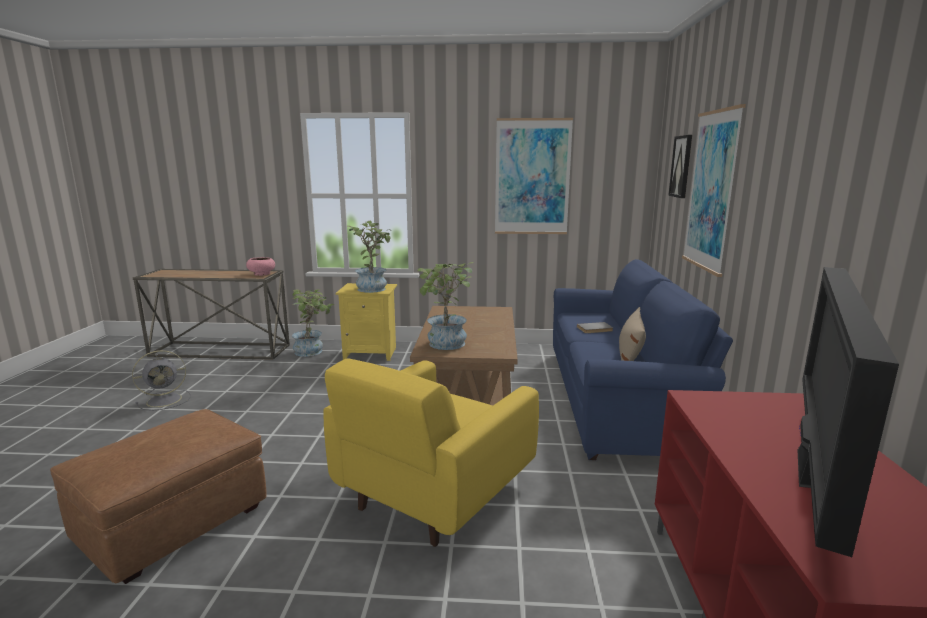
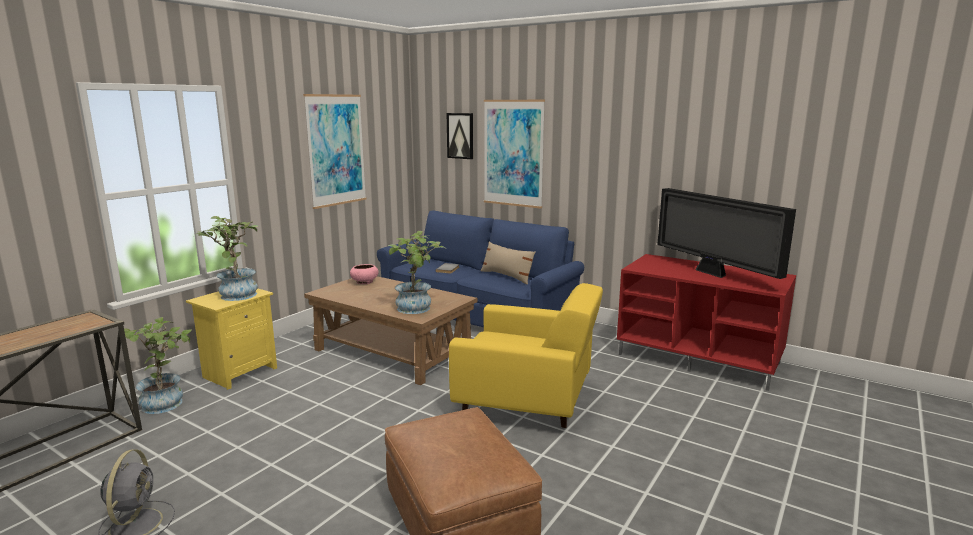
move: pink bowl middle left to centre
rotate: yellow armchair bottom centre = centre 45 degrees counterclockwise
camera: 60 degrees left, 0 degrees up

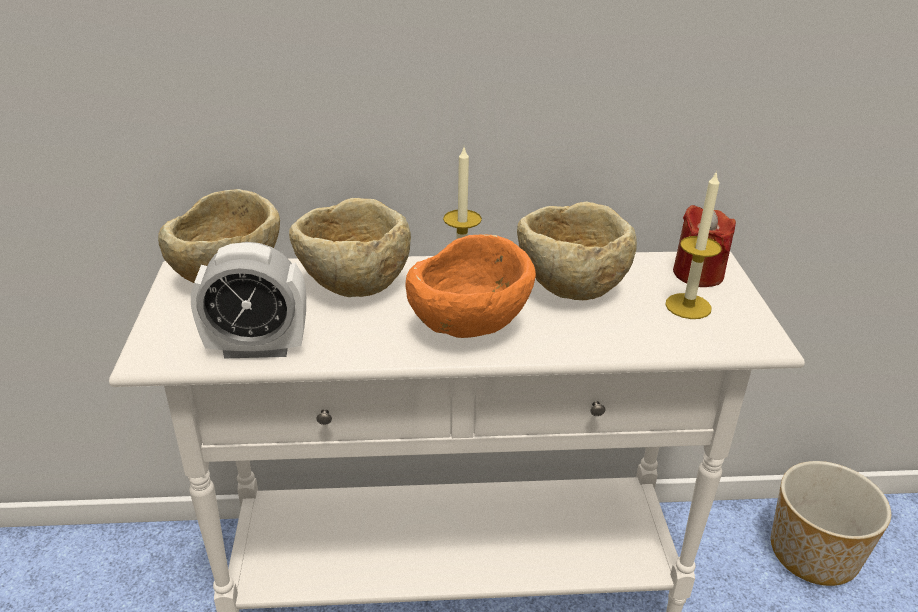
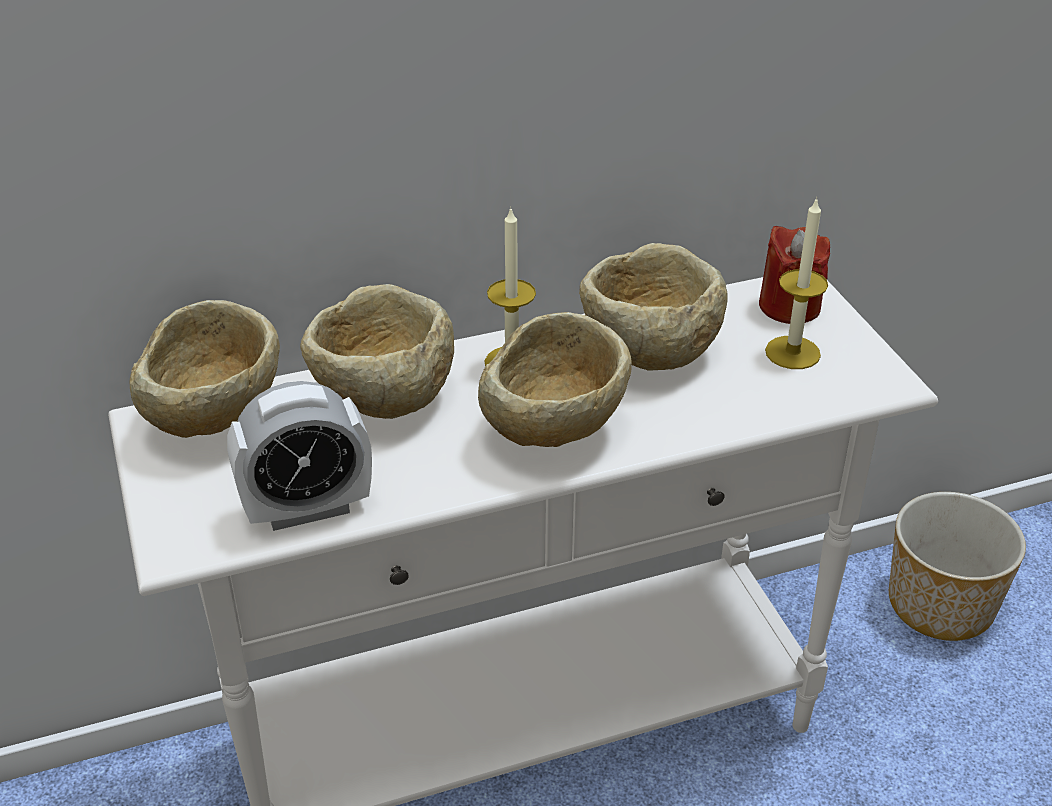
recolor: orange bowl centre to beige bowl (3rd from left) centre
camera: 15 degrees left, 5 degrees up

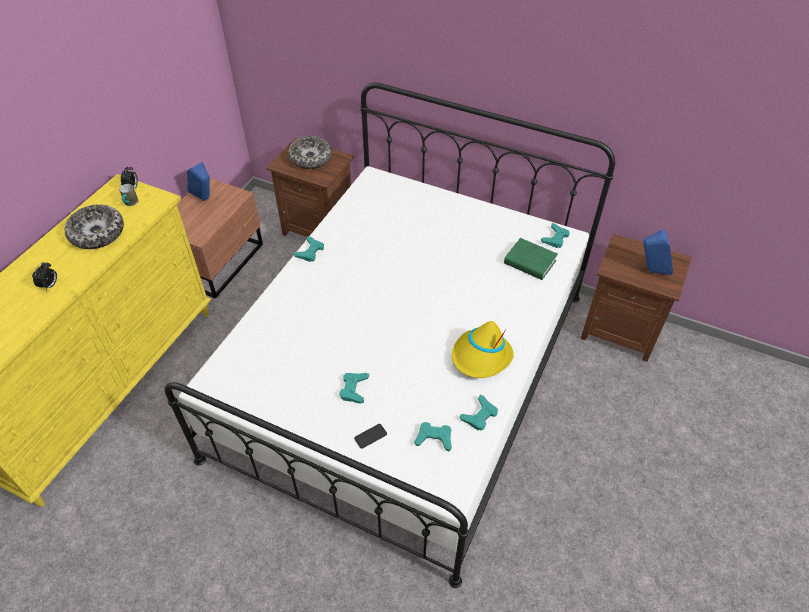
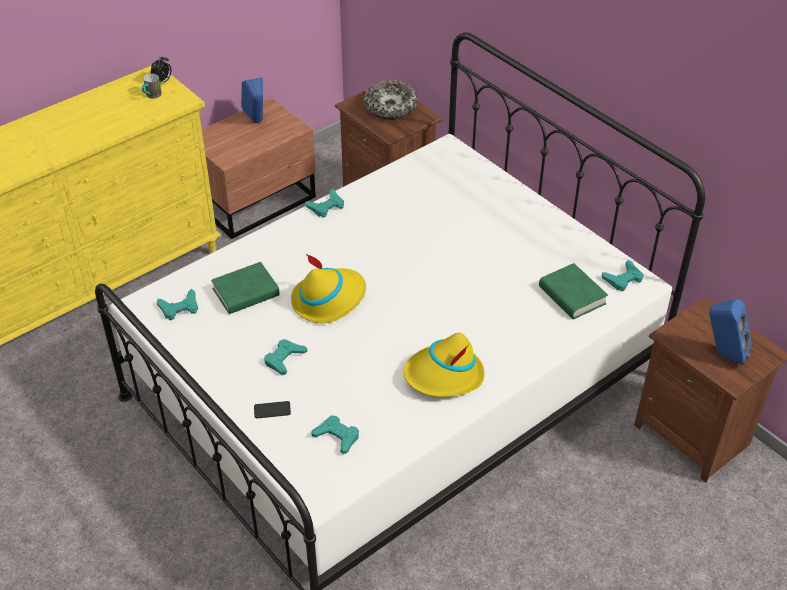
delete: alarm clock (1st from left) middle left; bowl (1st from left) middle left
insert: green book (1st from left) middle left; yellow hat (1st from left) centre
move: turquoise game controller (4th from left in the first image) bottom centre to turquoise game controller (1st from left) middle left
camera: 25 degrees right, 5 degrees down

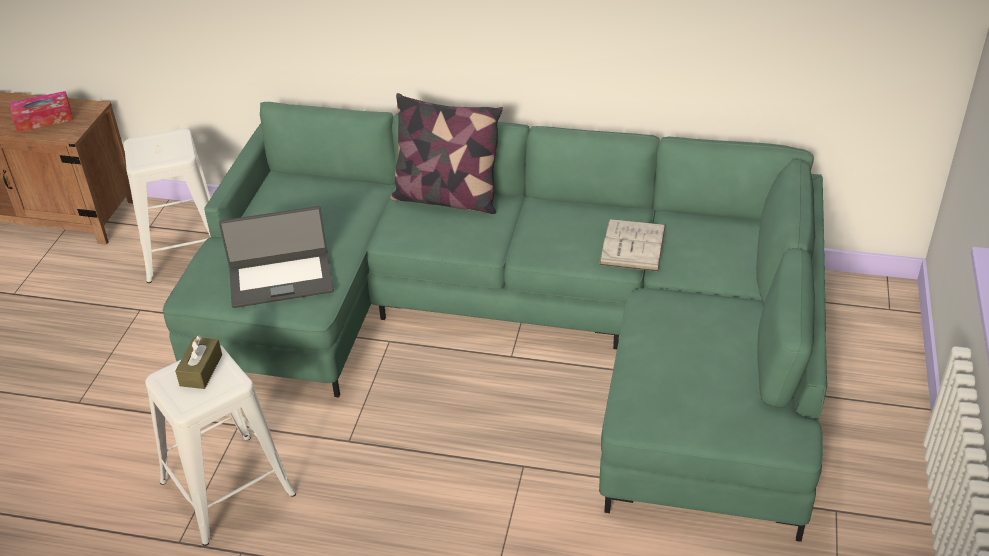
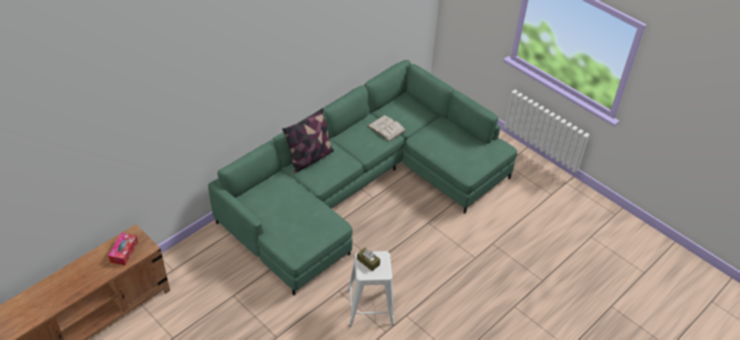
delete: white stool (1st from left) middle left; laptop middle left
camera: 60 degrees left, 5 degrees up

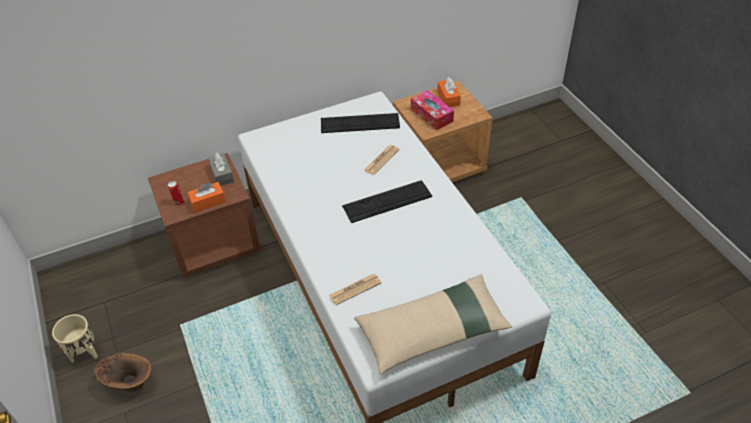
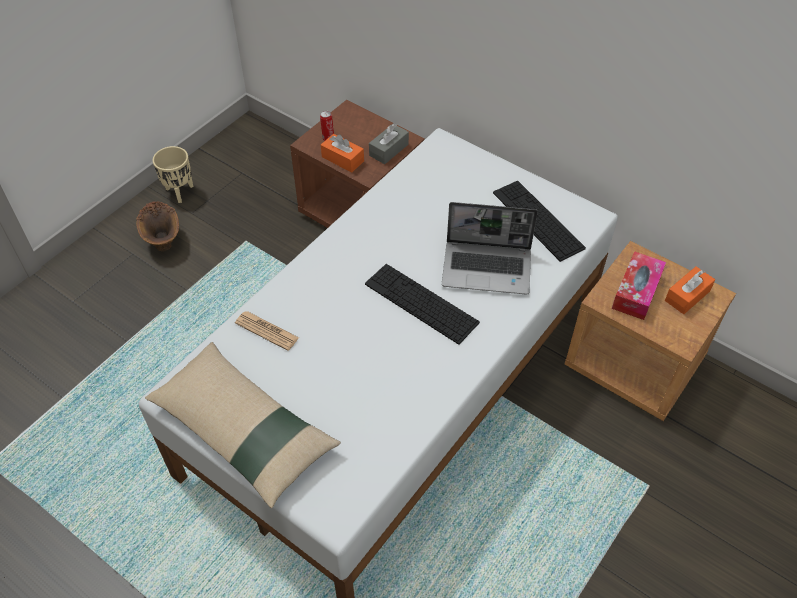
replace: newspaper (2nd from left) centre to laptop centre
camera: 60 degrees right, 5 degrees up

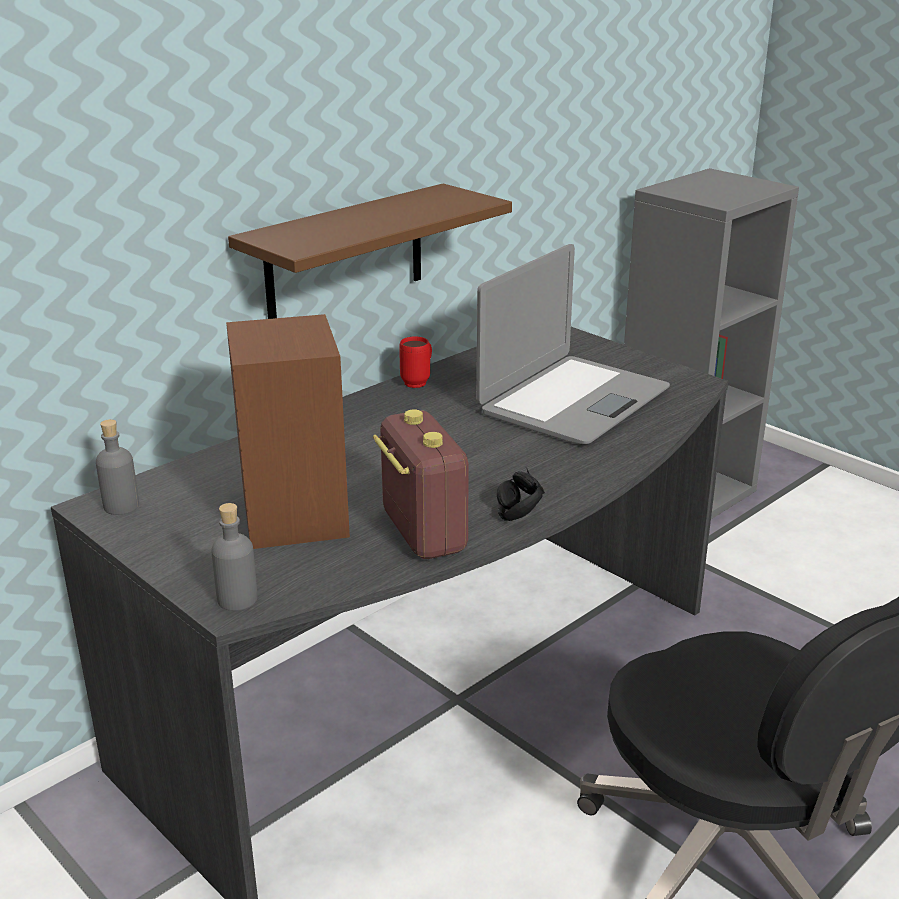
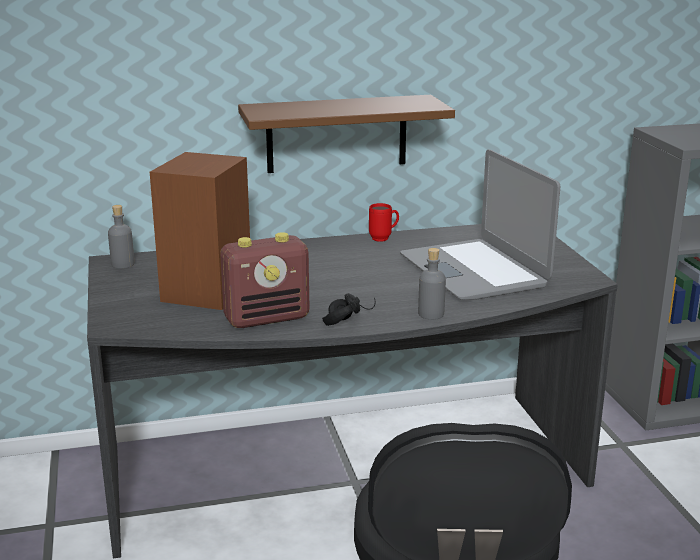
move: grey bottle (2nd from left) middle left to centre
rotate: radio centre = centre 60 degrees clockwise; laptop centre = middle right 90 degrees clockwise
camera: 30 degrees right, 5 degrees down

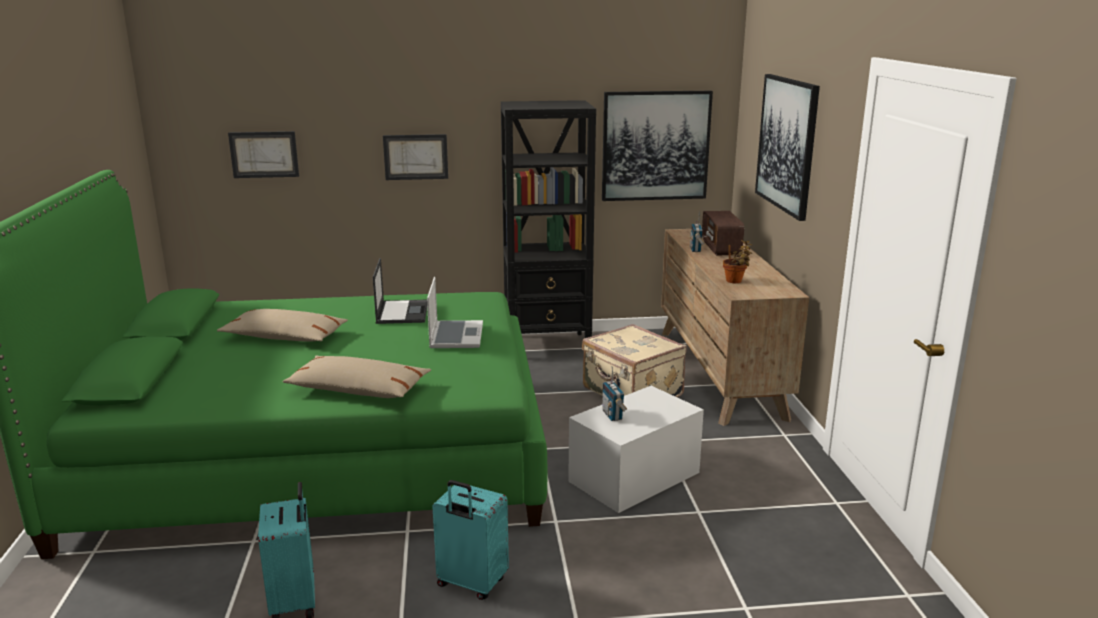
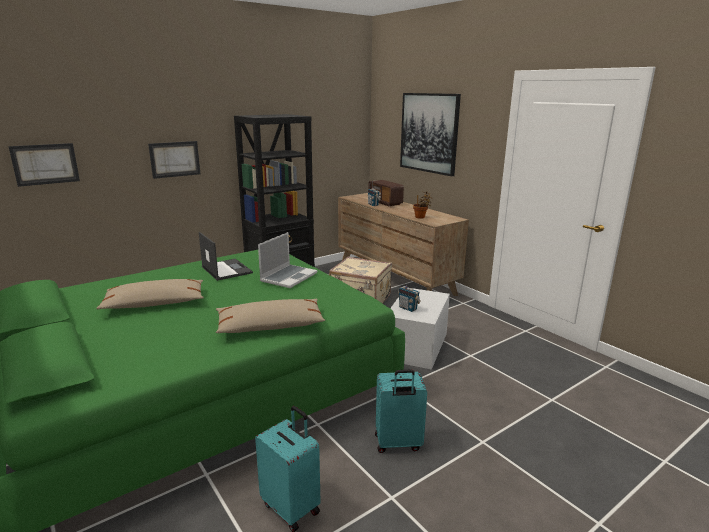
delete: picture (3rd from left) top centre
rotate: laptop (2nd from left) centre = centre 60 degrees clockwise
camera: 30 degrees left, 0 degrees up

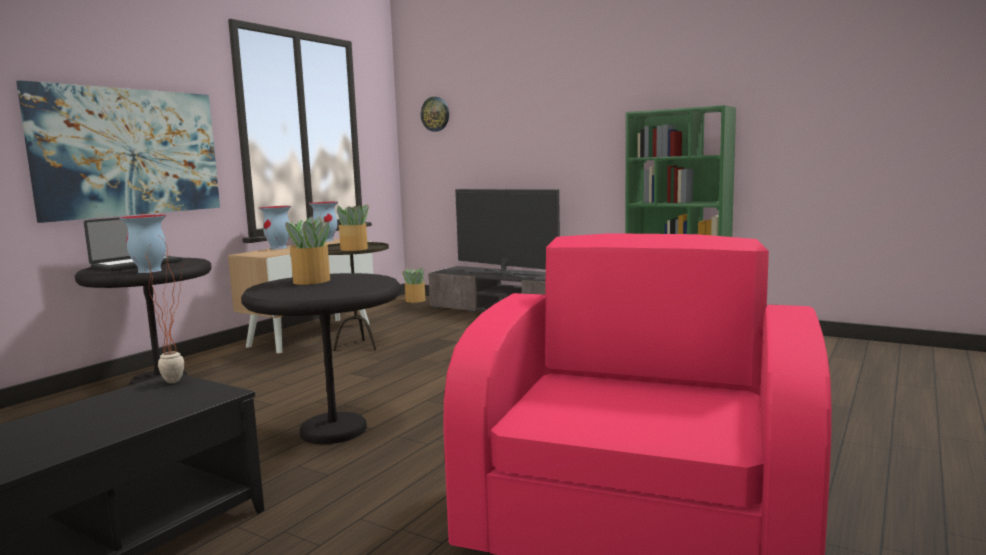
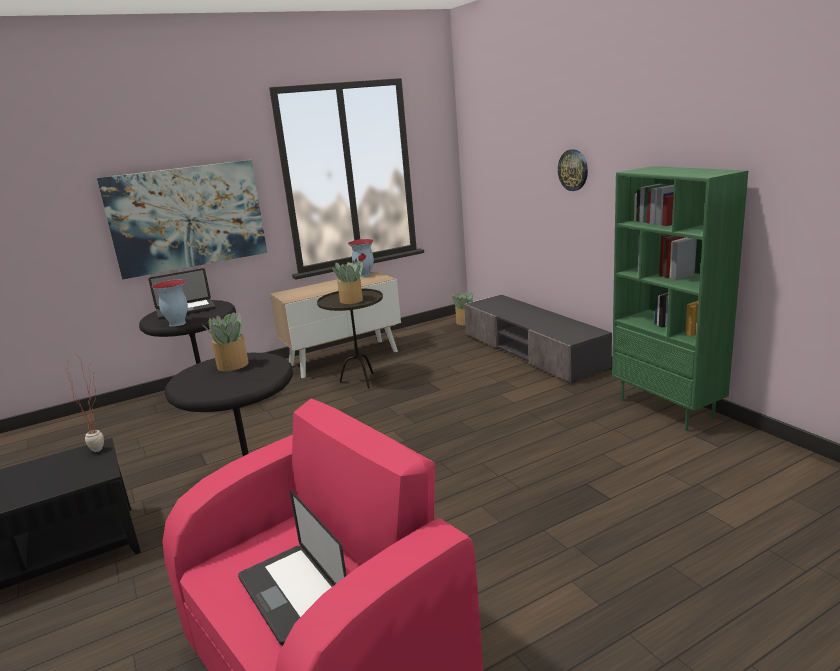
delete: vase (2nd from left) middle left; television centre
insert: laptop (2nd from left) bottom centre
move: wall clock top centre to top right
camera: 30 degrees right, 10 degrees up

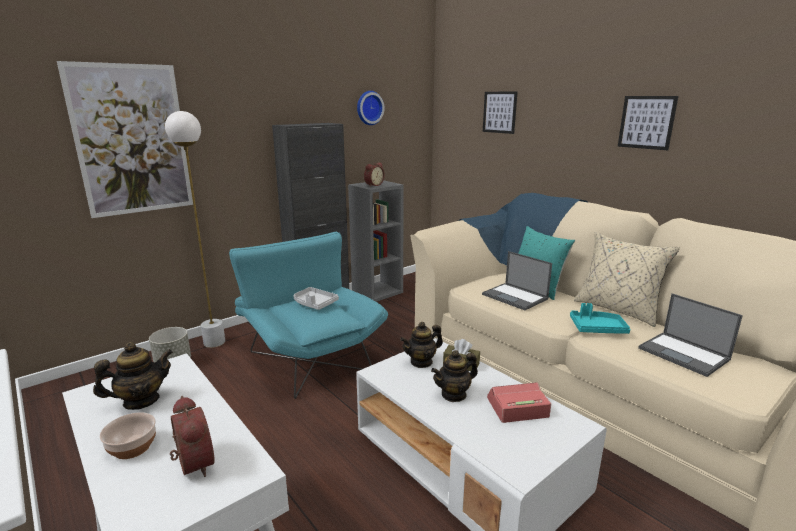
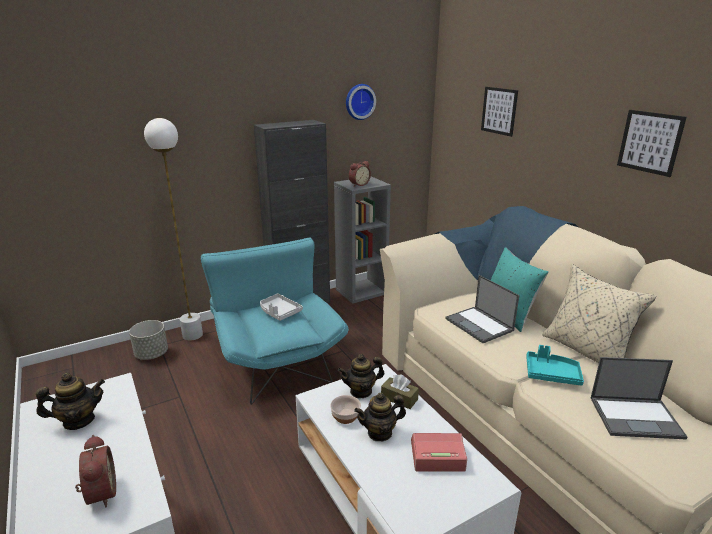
delete: picture (1st from left) top left
move: bowl bottom left to bottom centre
rotate: laptop (2nd from left) middle right = bottom right 60 degrees counterclockwise
camera: 10 degrees right, 5 degrees up

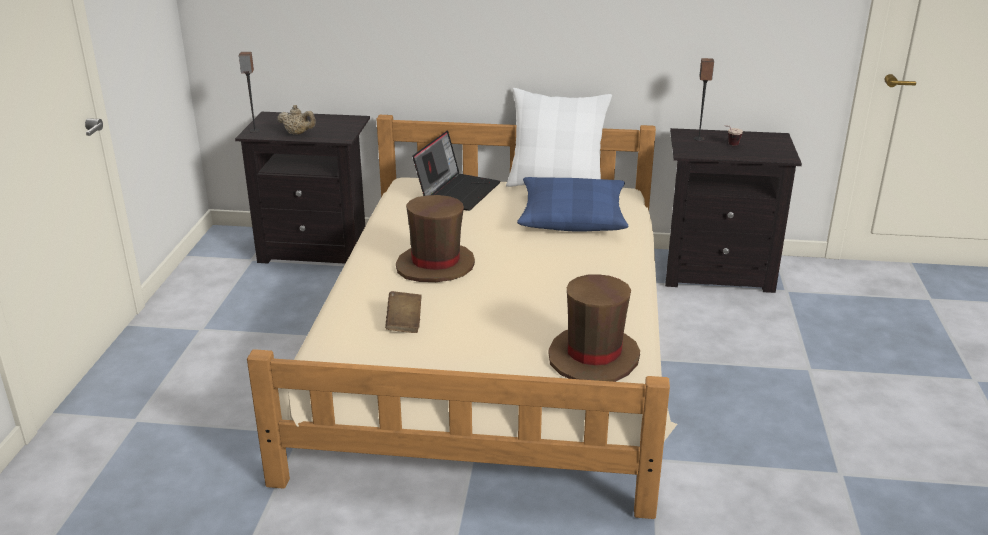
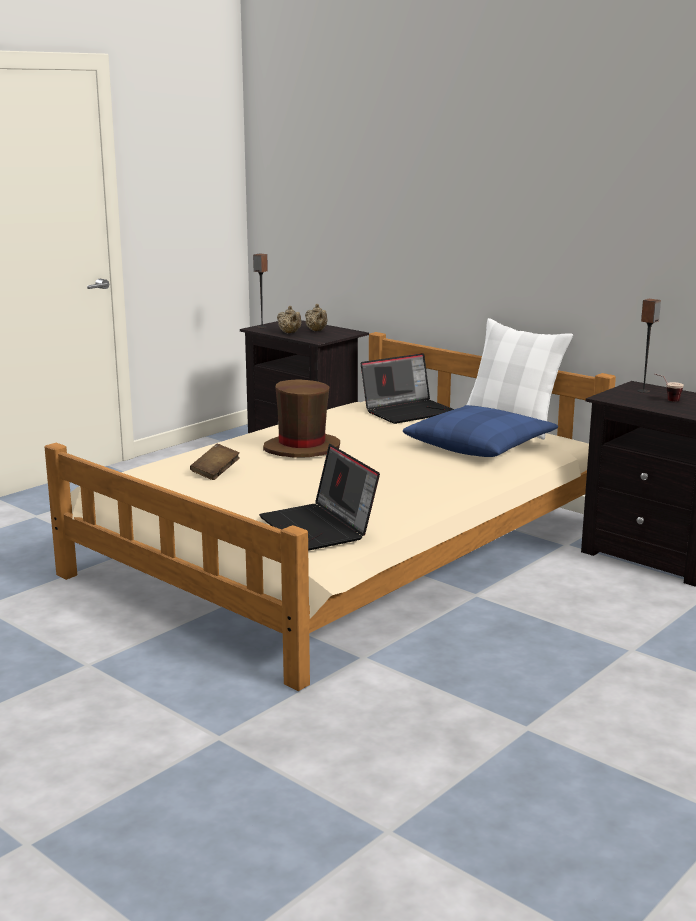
insert: beige teapot (2nd from left) centre
replace: brown hat (2nd from left) centre to laptop (1st from left) centre
camera: 35 degrees right, 10 degrees down

